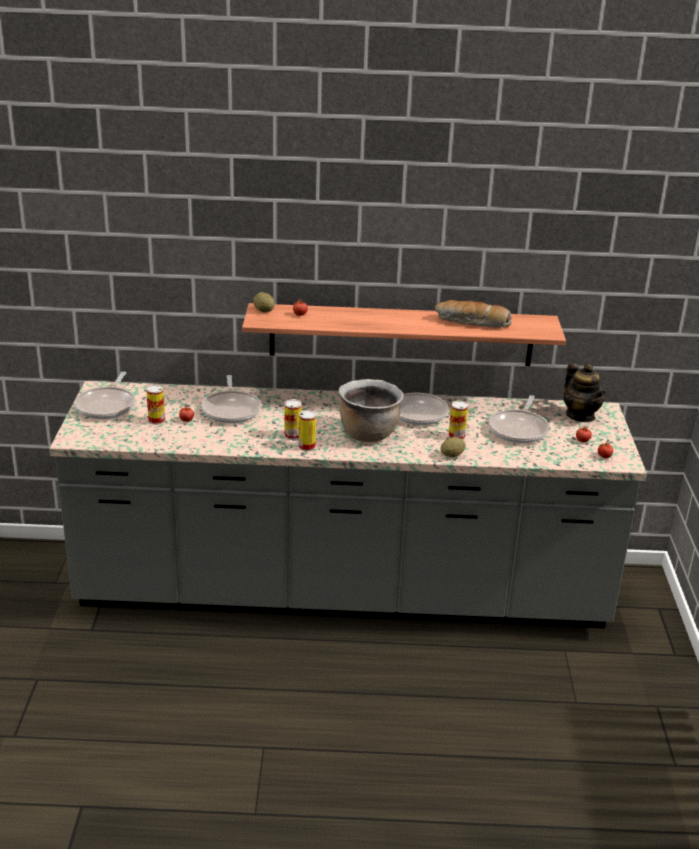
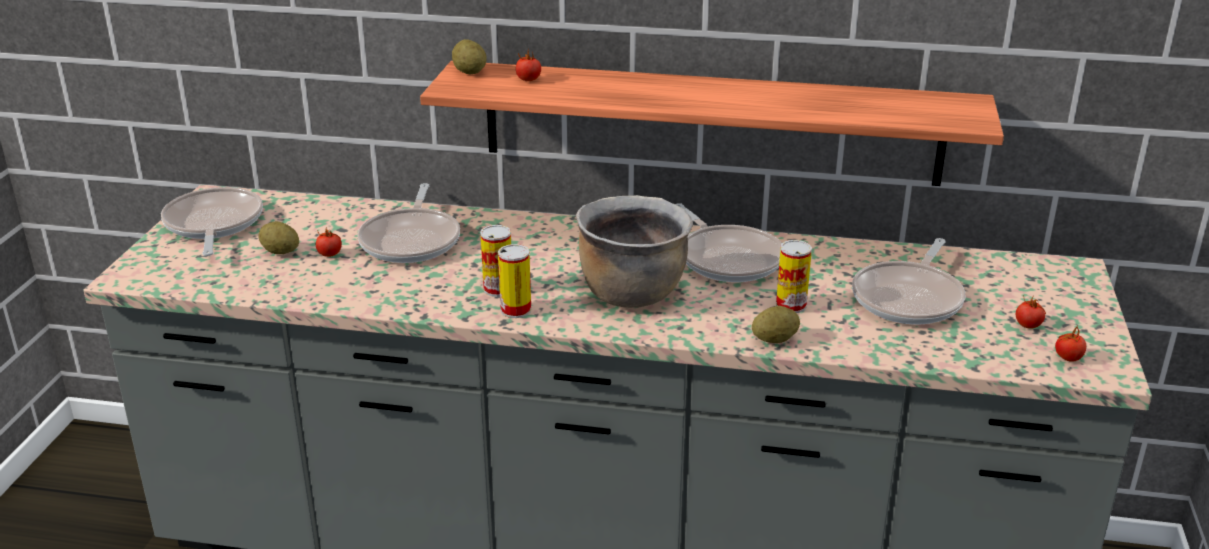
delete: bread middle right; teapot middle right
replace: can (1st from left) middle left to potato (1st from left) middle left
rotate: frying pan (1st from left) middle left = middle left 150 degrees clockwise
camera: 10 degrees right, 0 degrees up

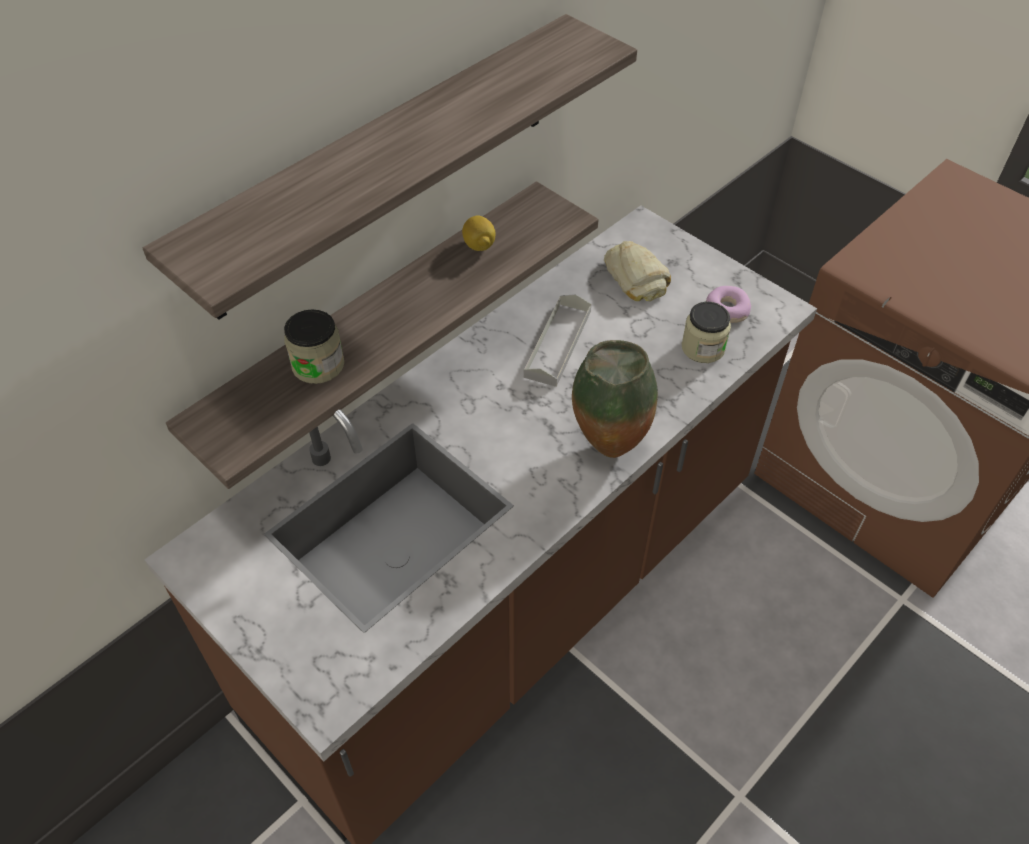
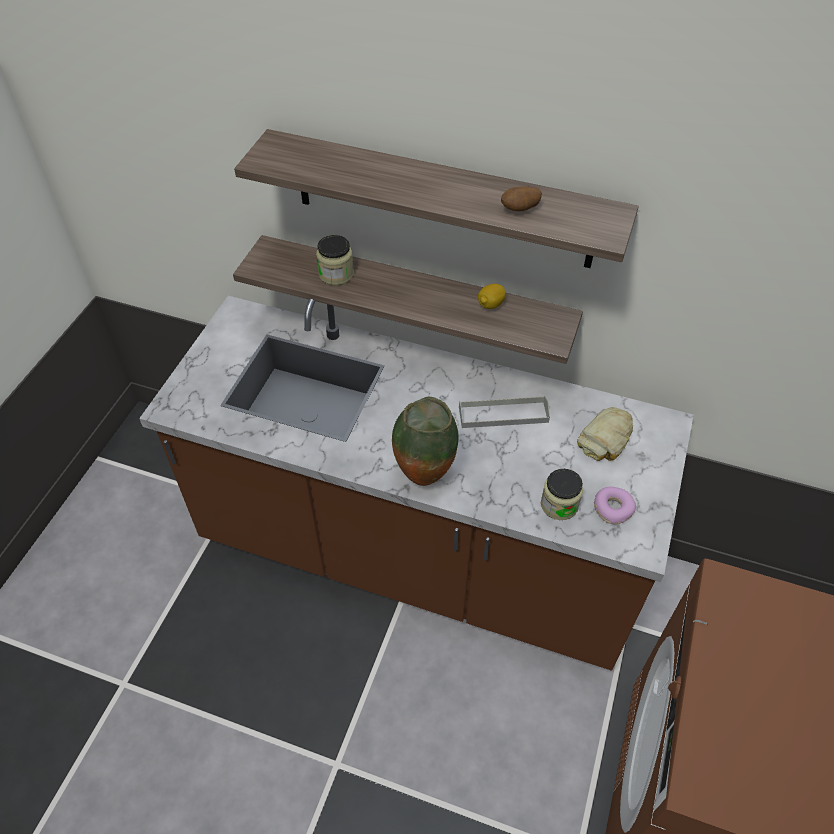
insert: potato top centre
camera: 65 degrees right, 0 degrees up

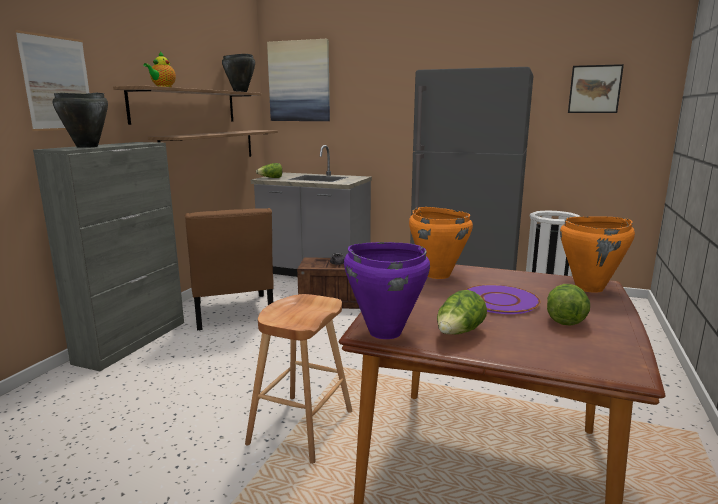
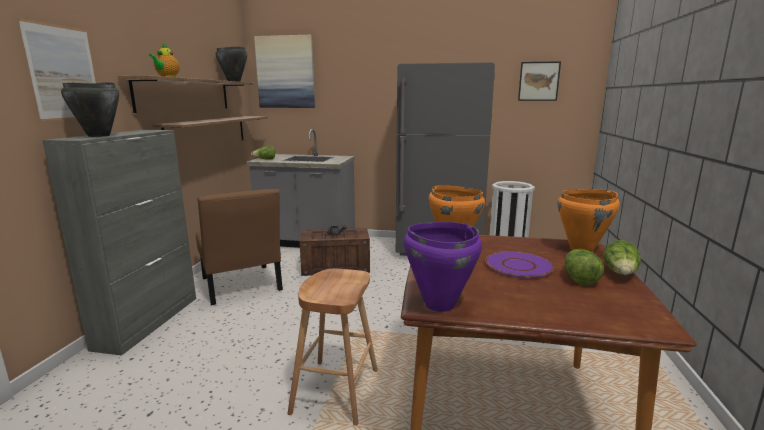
move: lettuce (2nd from left in the first image) centre to lettuce (3rd from left) middle right
camera: 10 degrees left, 0 degrees up

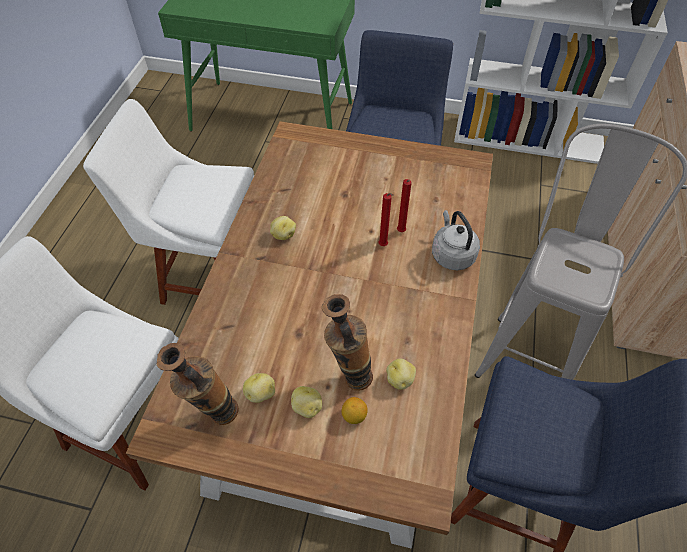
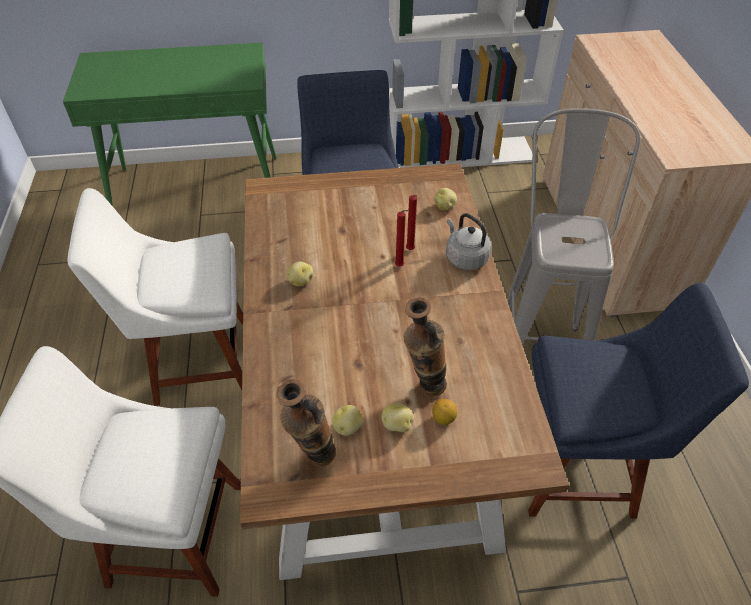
move: potato (4th from left) bottom centre to top centre
camera: 20 degrees left, 5 degrees down

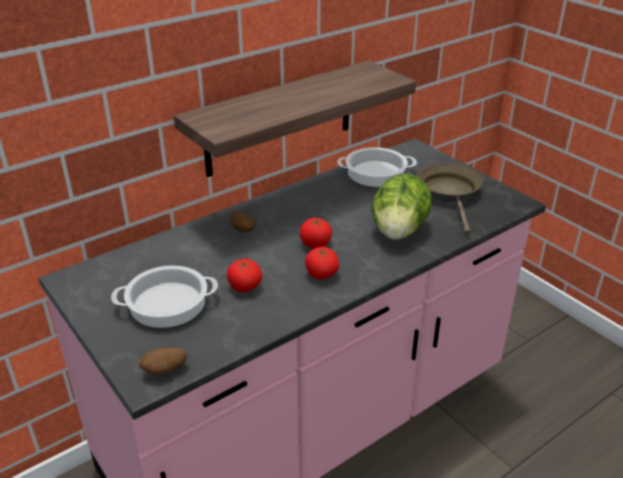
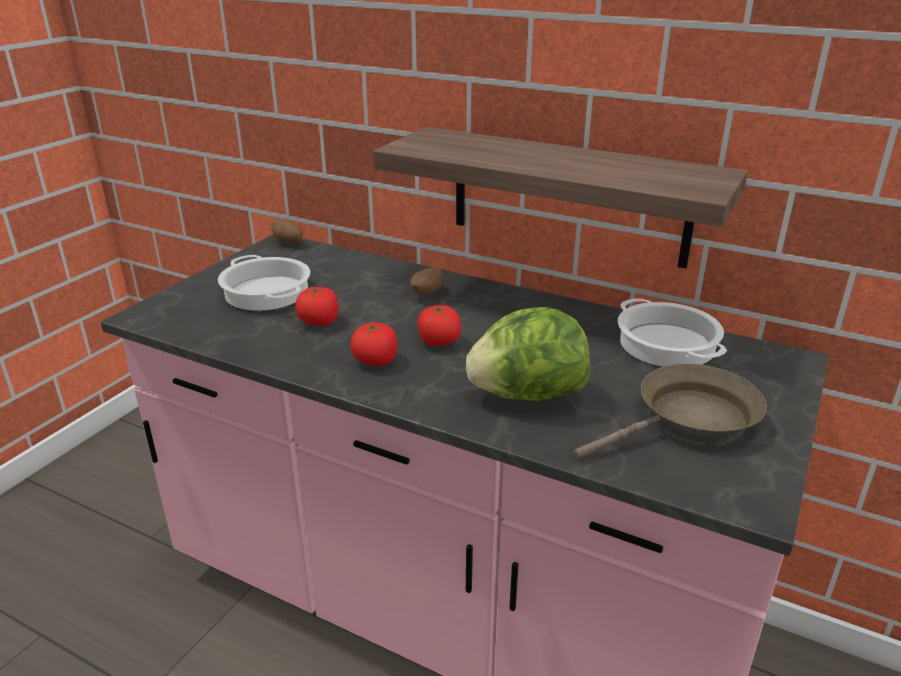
move: potato (1st from left) bottom left to middle left
camera: 65 degrees right, 5 degrees down

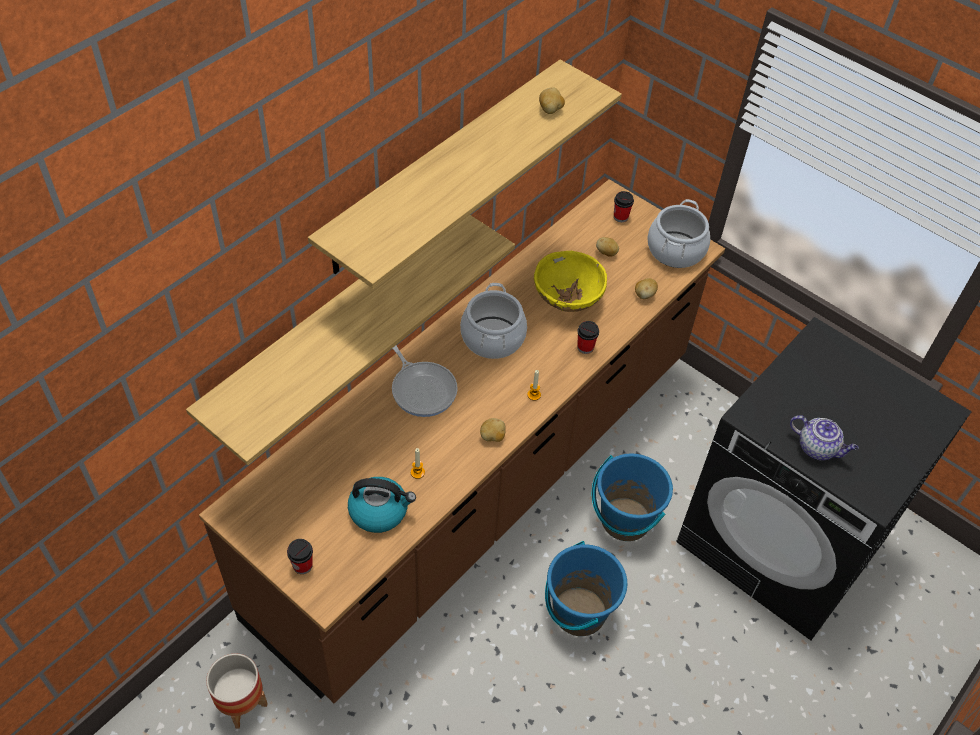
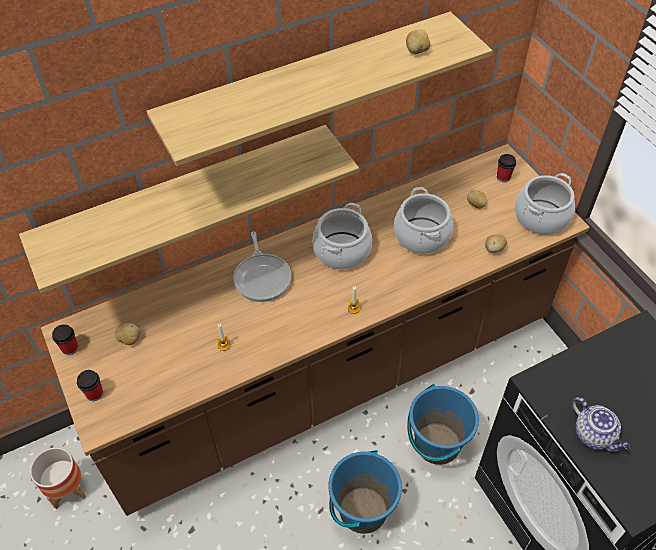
delete: kettle bottom centre
move: cup (2nd from left in the first image) centre to cup (1st from left) middle left; potato (1st from left) centre to middle left
replace: yellow bowl centre to cooking pot (2nd from left) centre
camera: 25 degrees right, 0 degrees up

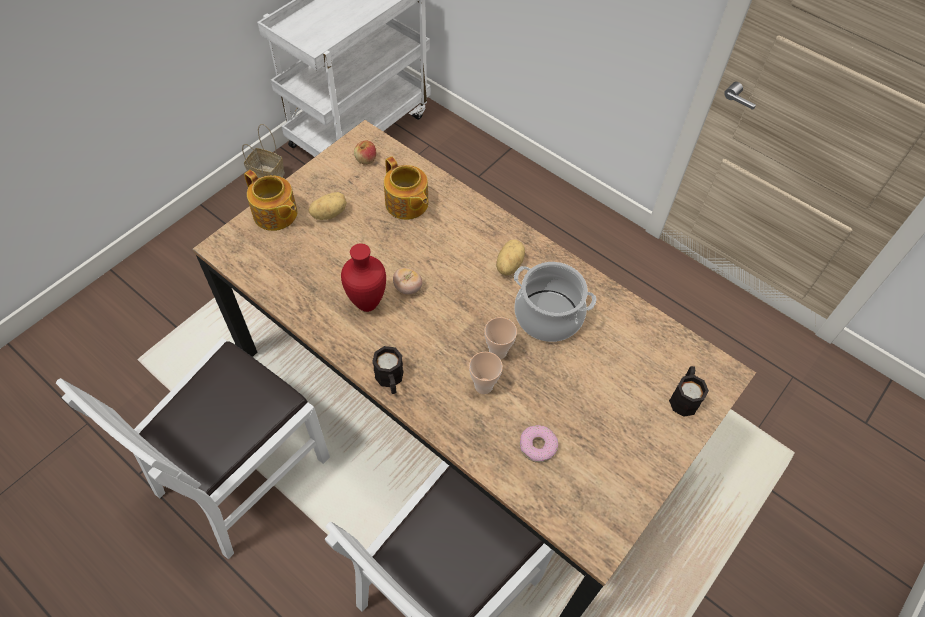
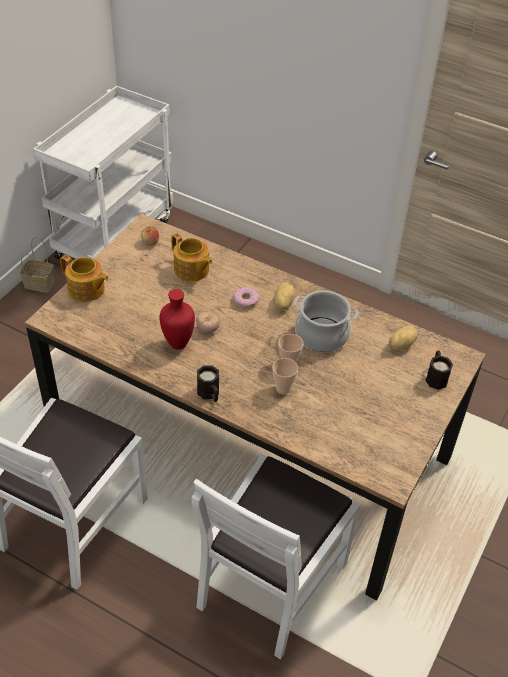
move: donut bottom centre to centre; potato (1st from left in the first image) centre to potato (2nd from left) middle right
camera: 10 degrees left, 10 degrees down

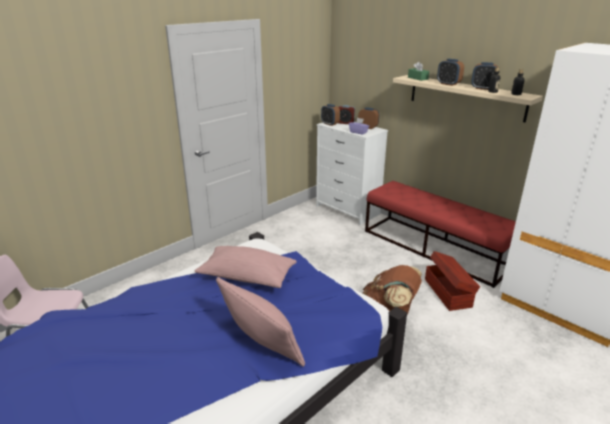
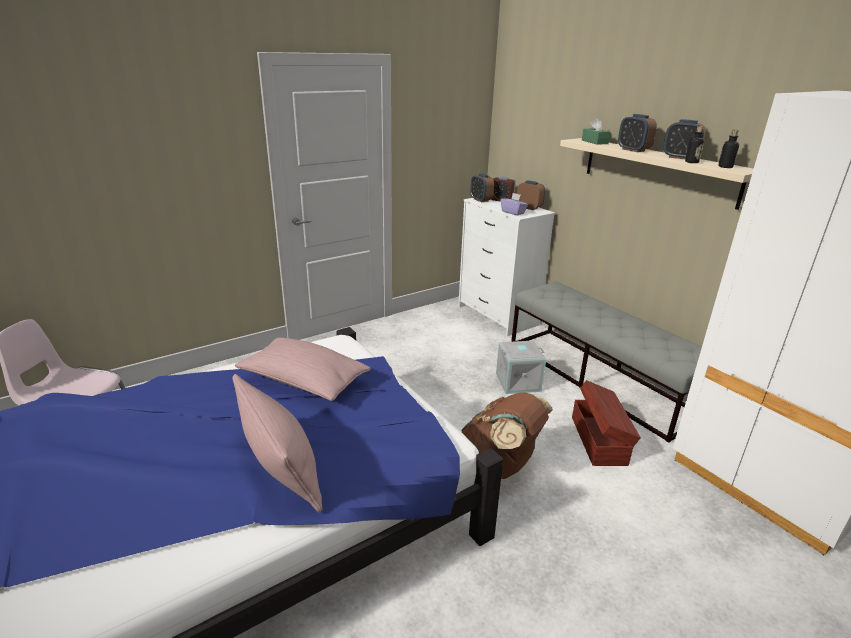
insert: grey storage box centre
recolor: red bench middle right to grey bench middle right
camera: 10 degrees right, 0 degrees up

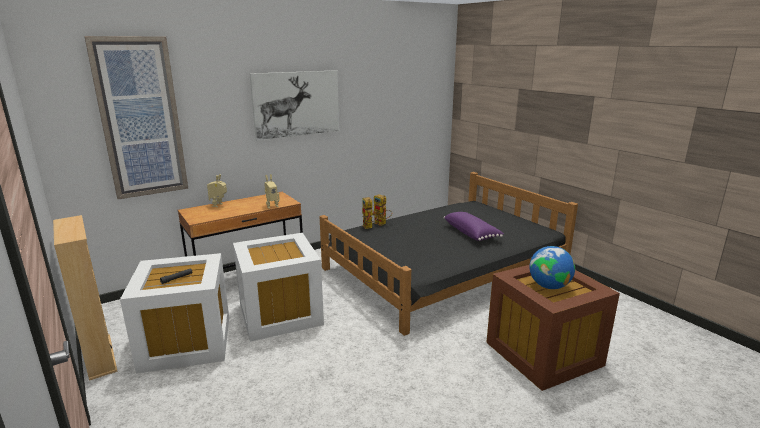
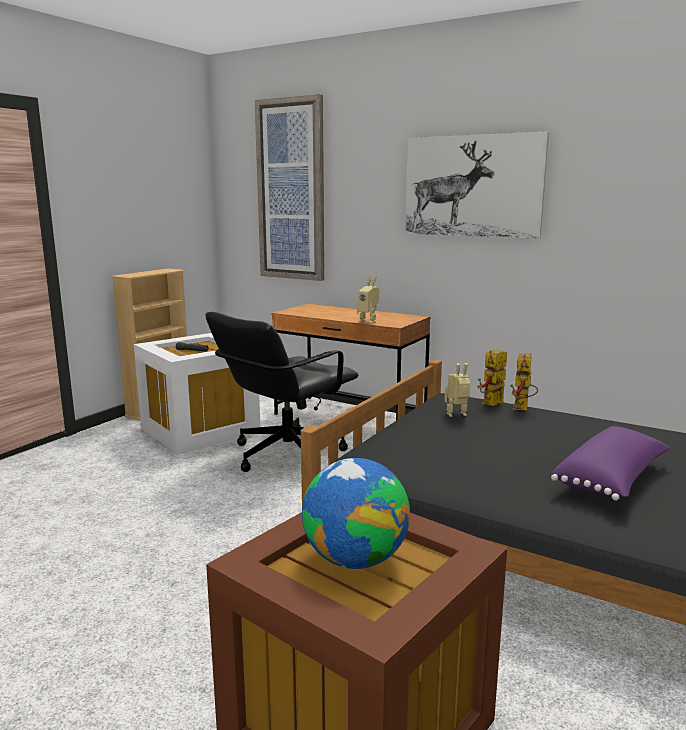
move: toy robot (1st from left in the first image) middle left to toy robot (2nd from left) centre
replace: white storage box (2nd from left) bottom centre to black office chair centre
camera: 65 degrees right, 5 degrees down

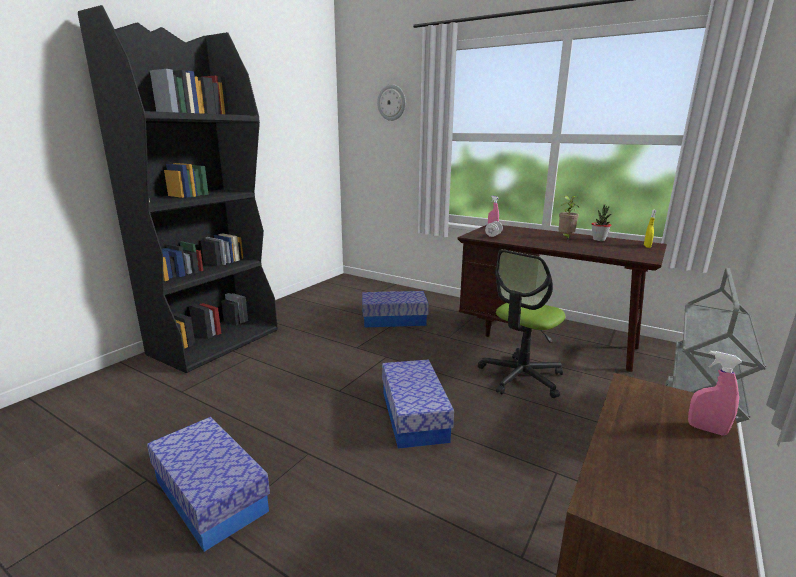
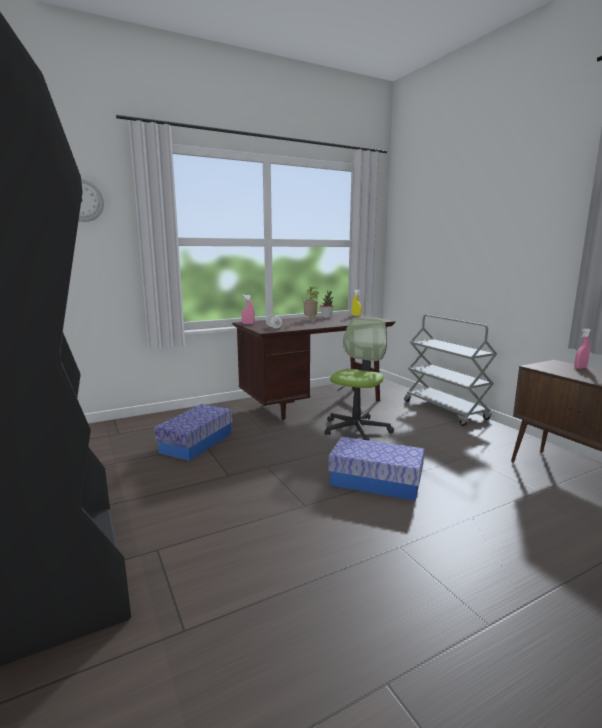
delete: storage box (1st from left) bottom left
rotate: office chair centre = centre 135 degrees counterclockwise
camera: 60 degrees left, 5 degrees down

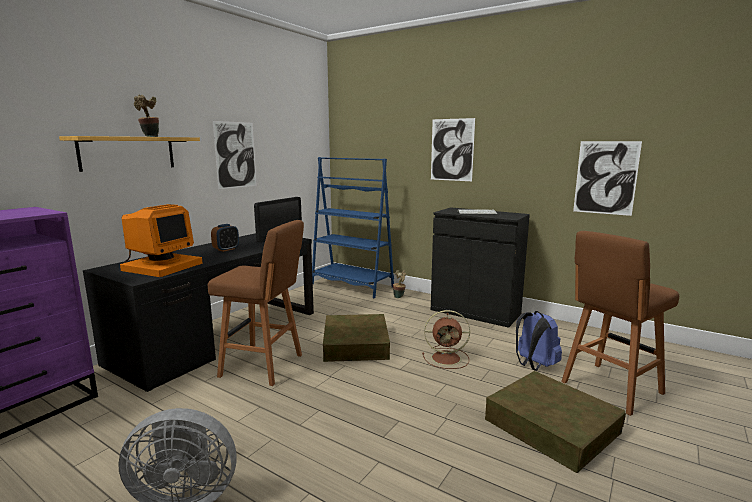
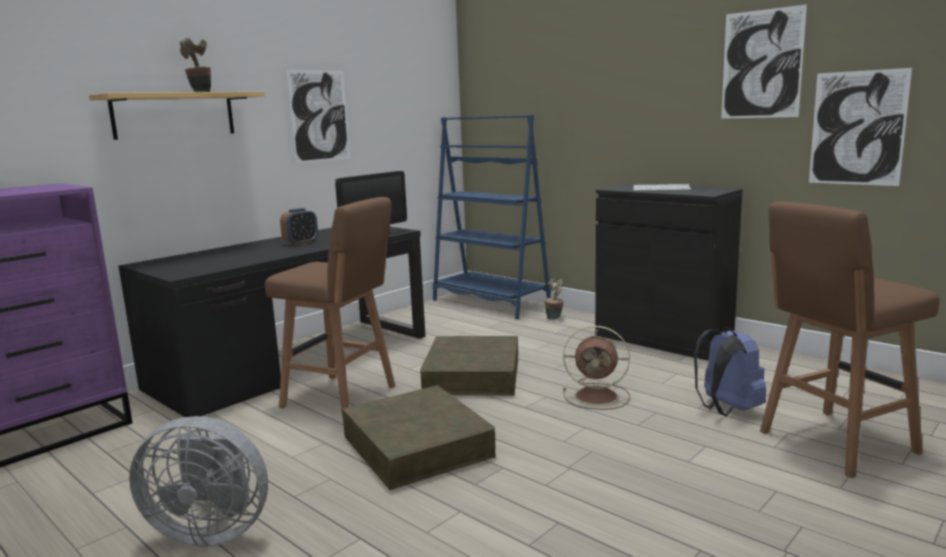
delete: monitor (1st from left) middle left
move: brown storage box (2nd from left in the first image) bottom right to brown storage box (1st from left) bottom centre; picture (2nd from left) top centre to top right
camera: 10 degrees right, 0 degrees up

